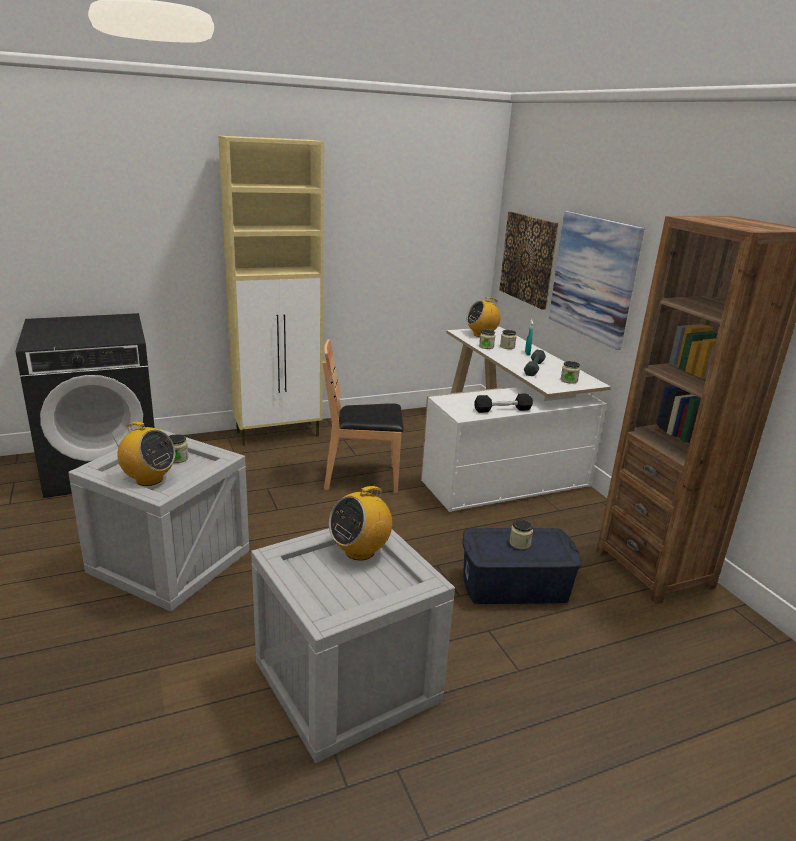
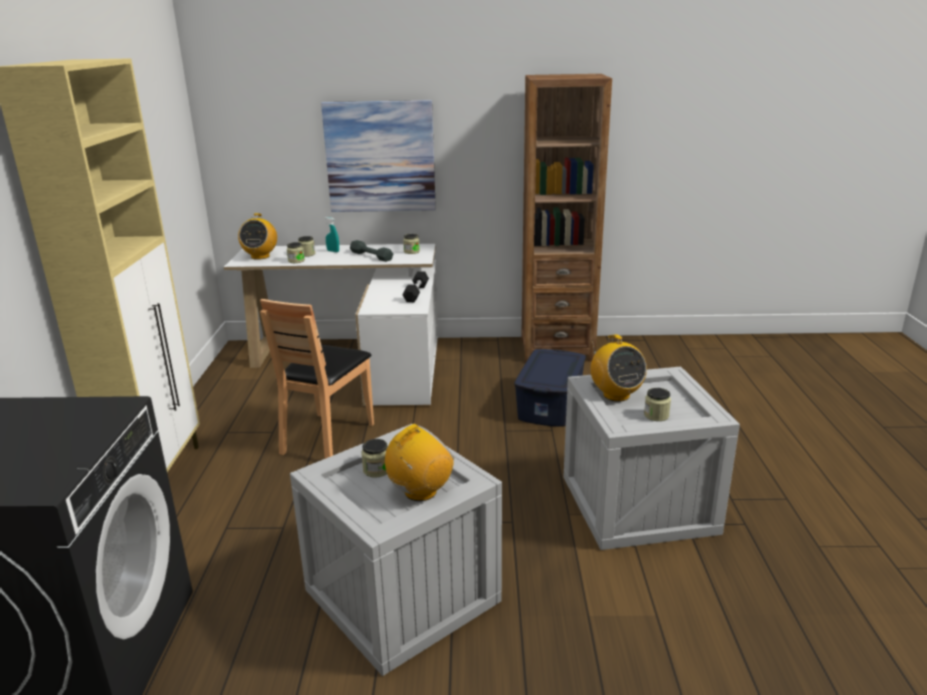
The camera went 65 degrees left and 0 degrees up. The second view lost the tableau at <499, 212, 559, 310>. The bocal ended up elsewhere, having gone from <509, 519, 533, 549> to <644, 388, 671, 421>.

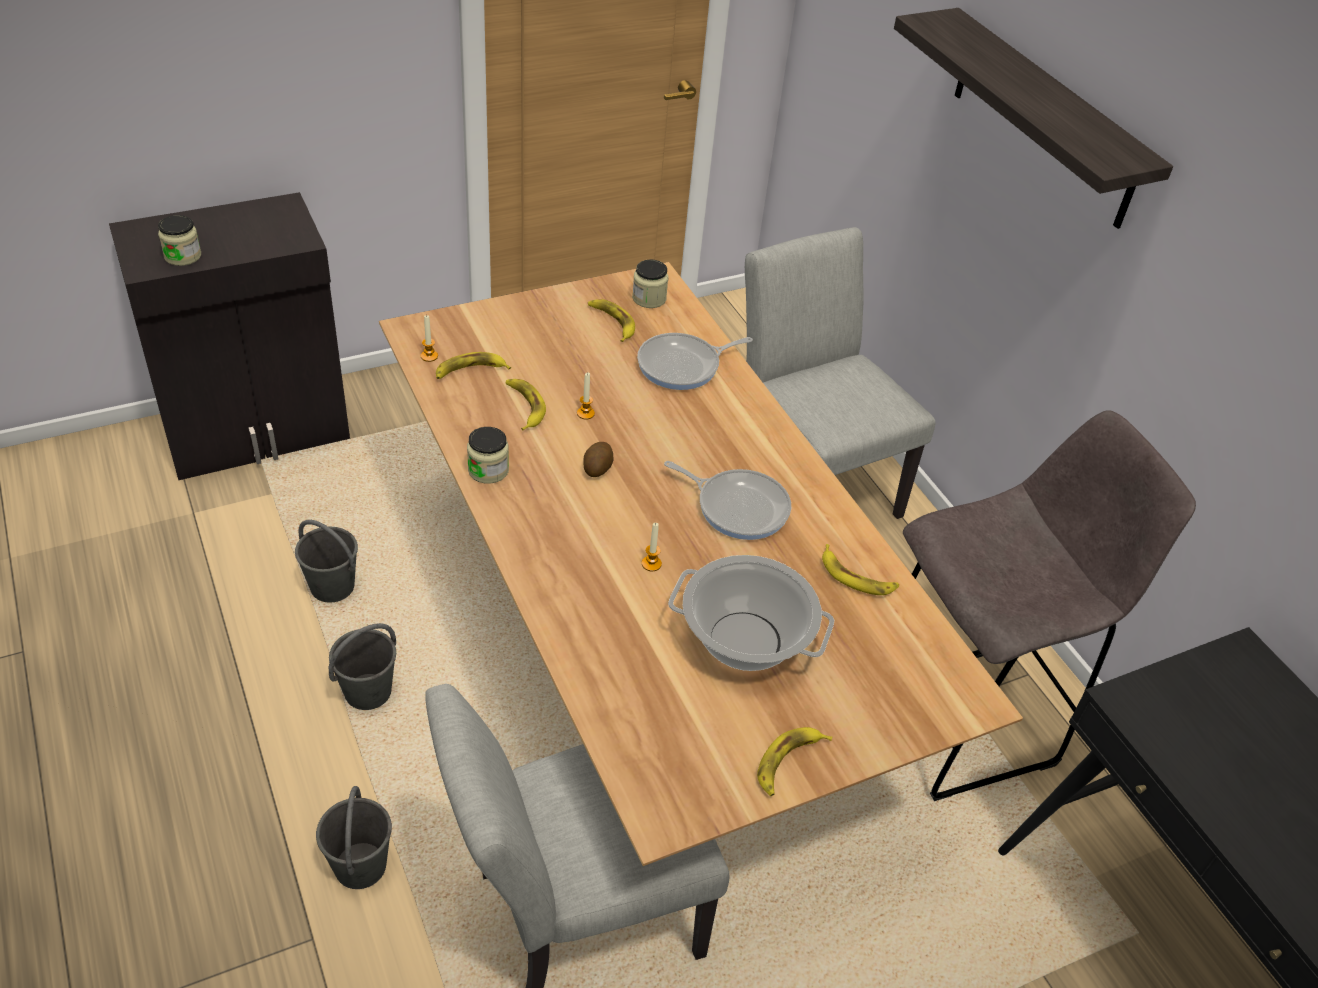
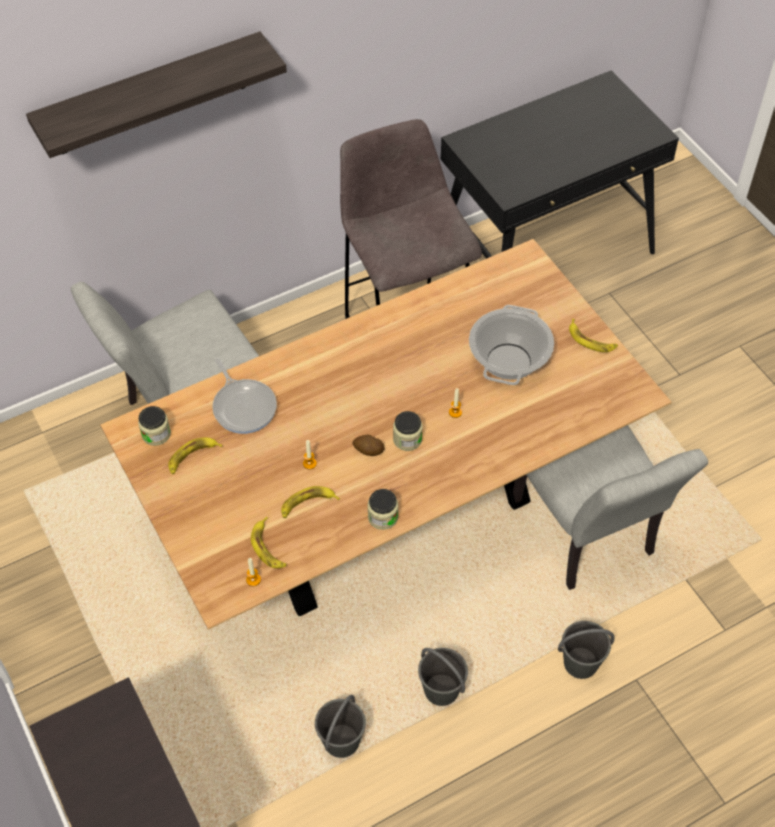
The camera went 90 degrees left and 10 degrees up. The bocal ended up elsewhere, having gone from <158, 215, 201, 266> to <393, 411, 423, 451>. The second view lost the poêle at <664, 461, 791, 540>. The second view lost the banane at <822, 544, 899, 595>.

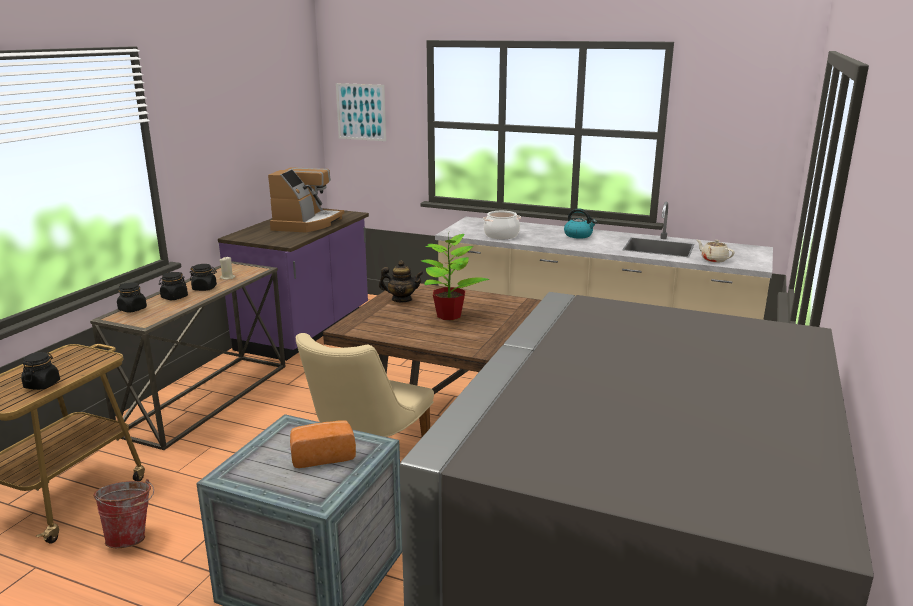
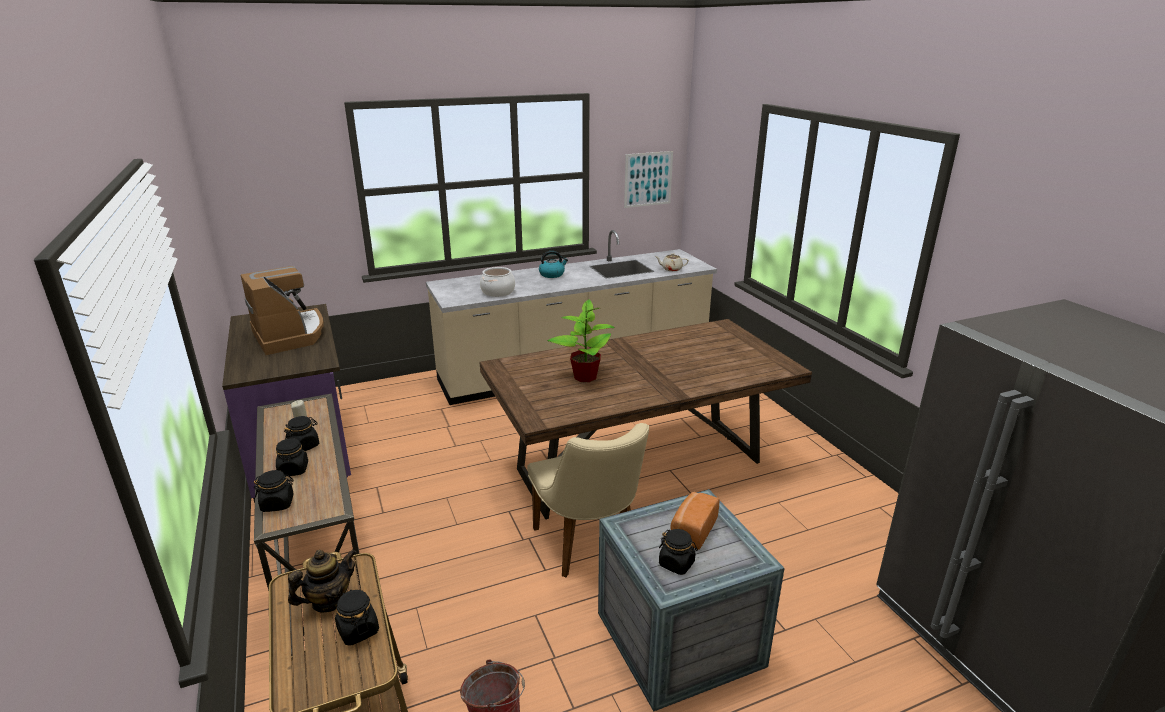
The camera went 45 degrees left and 5 degrees up. The tableau ended up elsewhere, having gone from <336, 83, 386, 141> to <624, 151, 673, 208>. The théière ended up elsewhere, having gone from <379, 260, 424, 302> to <288, 549, 357, 612>. The second view gained the bocal (noir) at <659, 529, 698, 575>.

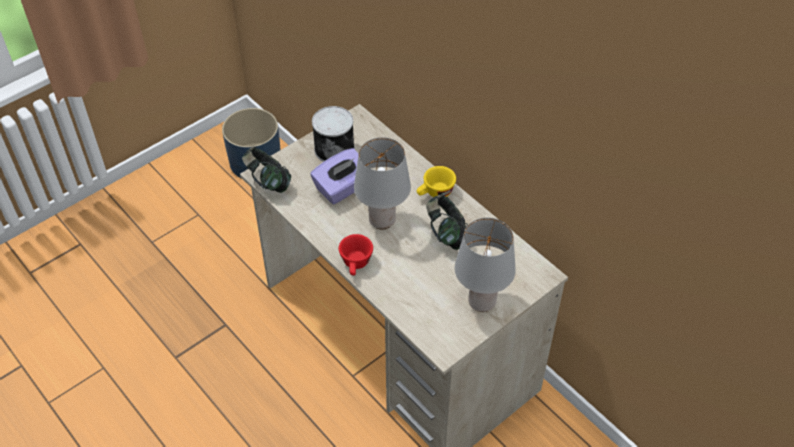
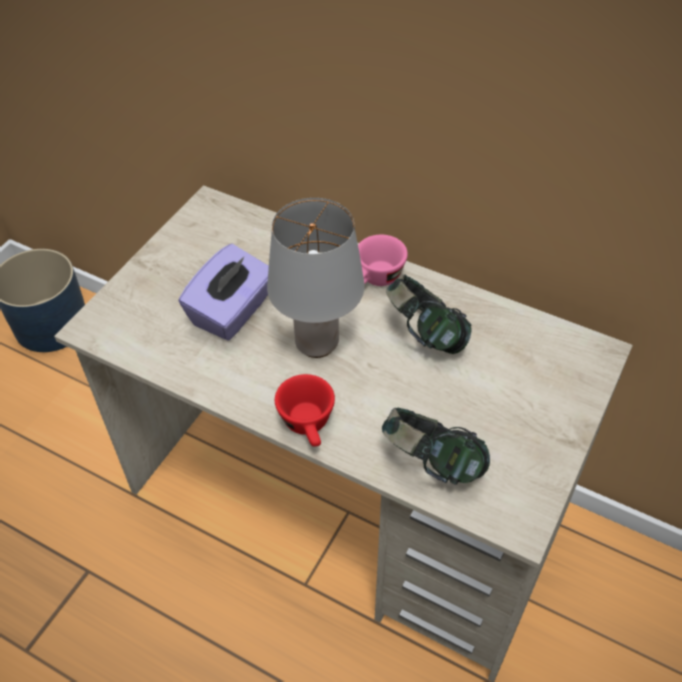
The camera went 20 degrees left and 0 degrees up. The casque audio ended up elsewhere, having gone from <242, 147, 292, 193> to <382, 408, 490, 485>. The second view lost the boîte métallique at <312, 106, 355, 162>. What was the tasse (jaune) at <417, 166, 456, 197> turned into the tasse (rose) at <358, 235, 408, 286>. The second view lost the lampe de table (gris) at <455, 218, 516, 312>.

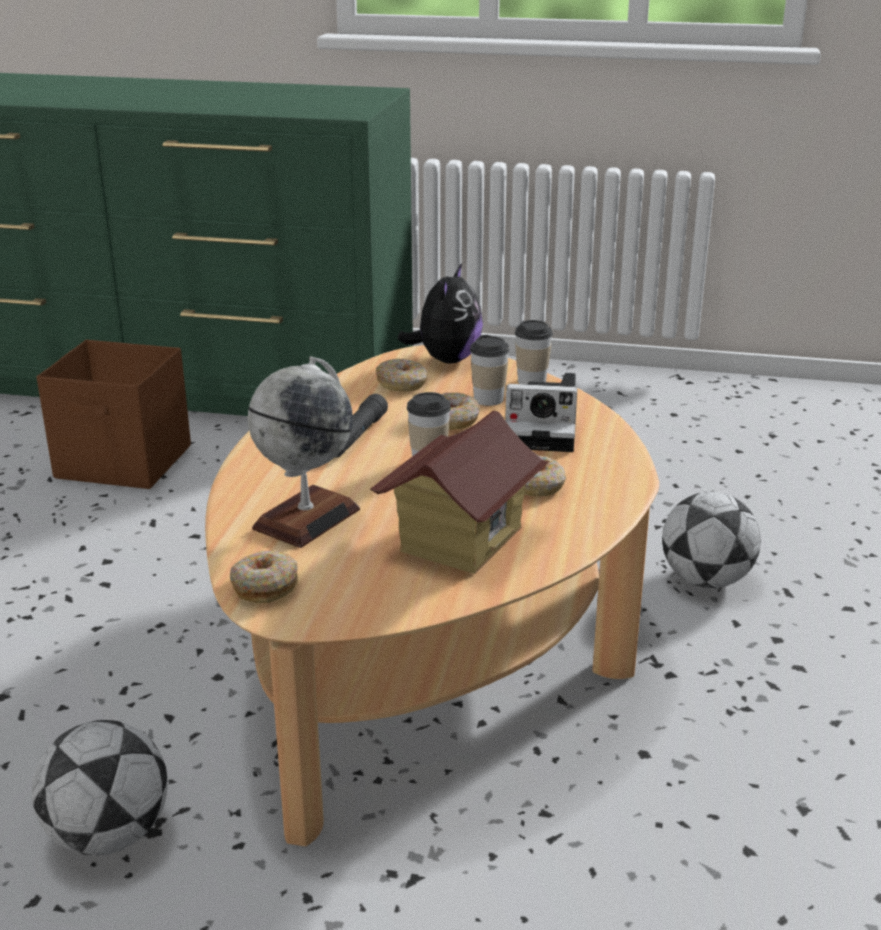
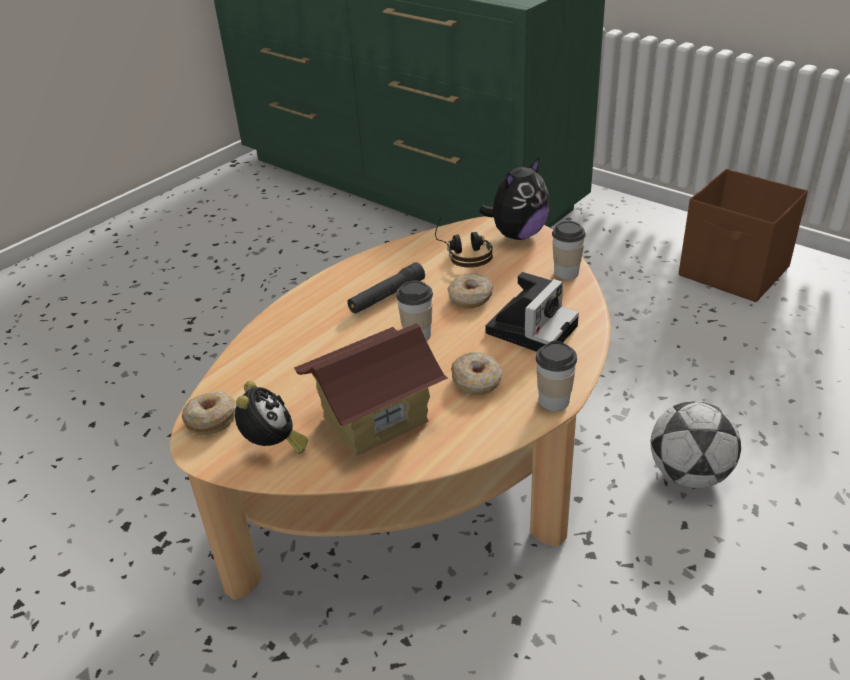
The camera went 30 degrees right and 10 degrees up. The second view lost the ballon de foot at <32, 720, 168, 855>. The boîte de rangement (marron) ended up elsewhere, having gone from <36, 340, 191, 489> to <679, 169, 808, 302>. The second view lost the globe at <248, 356, 360, 548>. Where the beignet stood at <376, 359, 428, 391>, the casque audio came to stand at <435, 218, 493, 268>. The tasse ended up elsewhere, having gone from <470, 335, 509, 406> to <536, 341, 577, 411>. The appareil photo at <505, 373, 577, 452> ended up facing another way, 90 degrees counterclockwise from before. The second view gained the réveil at <235, 381, 308, 454>.

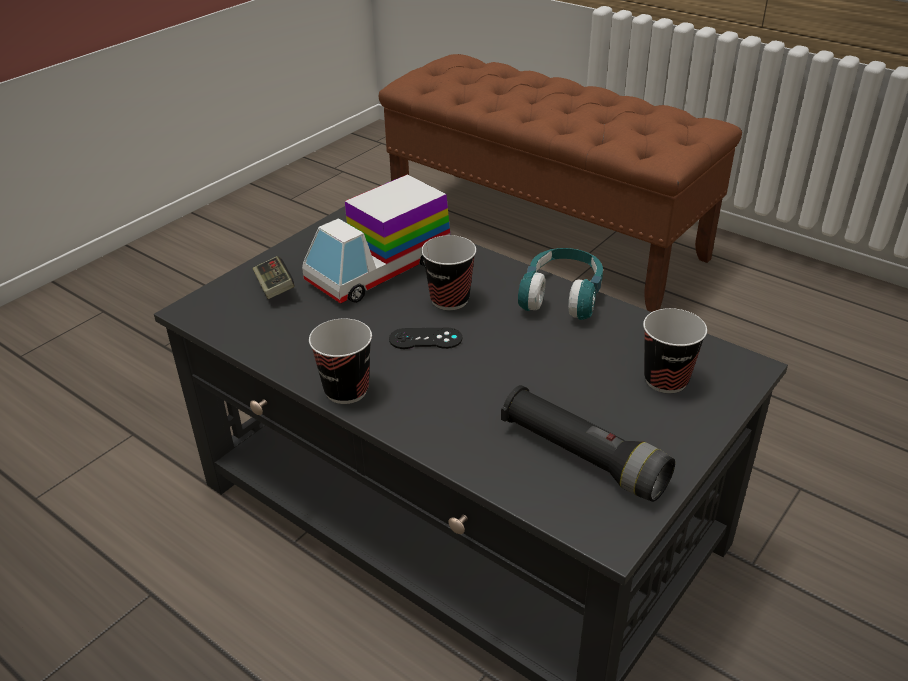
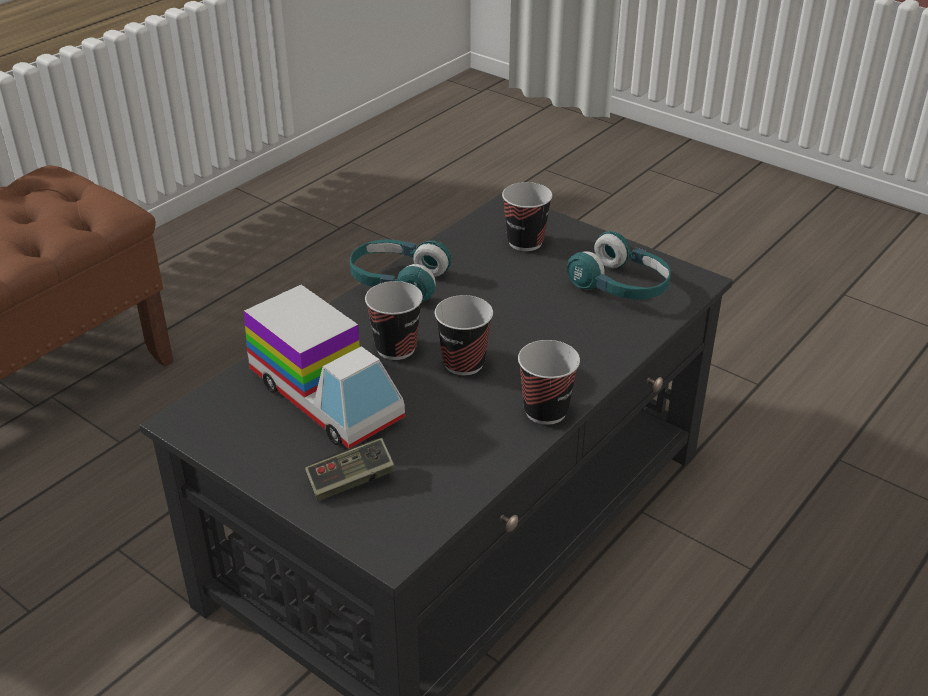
The camera went 90 degrees left and 0 degrees up. Where the manette (noir) stood at <389, 328, 462, 349>, the tasse came to stand at <435, 295, 493, 376>. Where the lampe de poche (noir) stood at <501, 385, 675, 502>, the casque audio (turquoise) came to stand at <567, 231, 671, 300>.

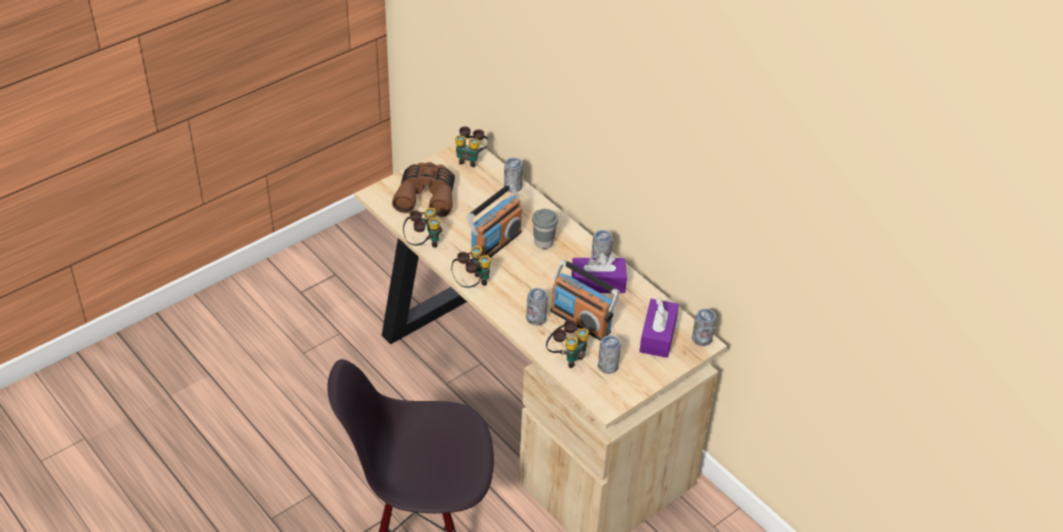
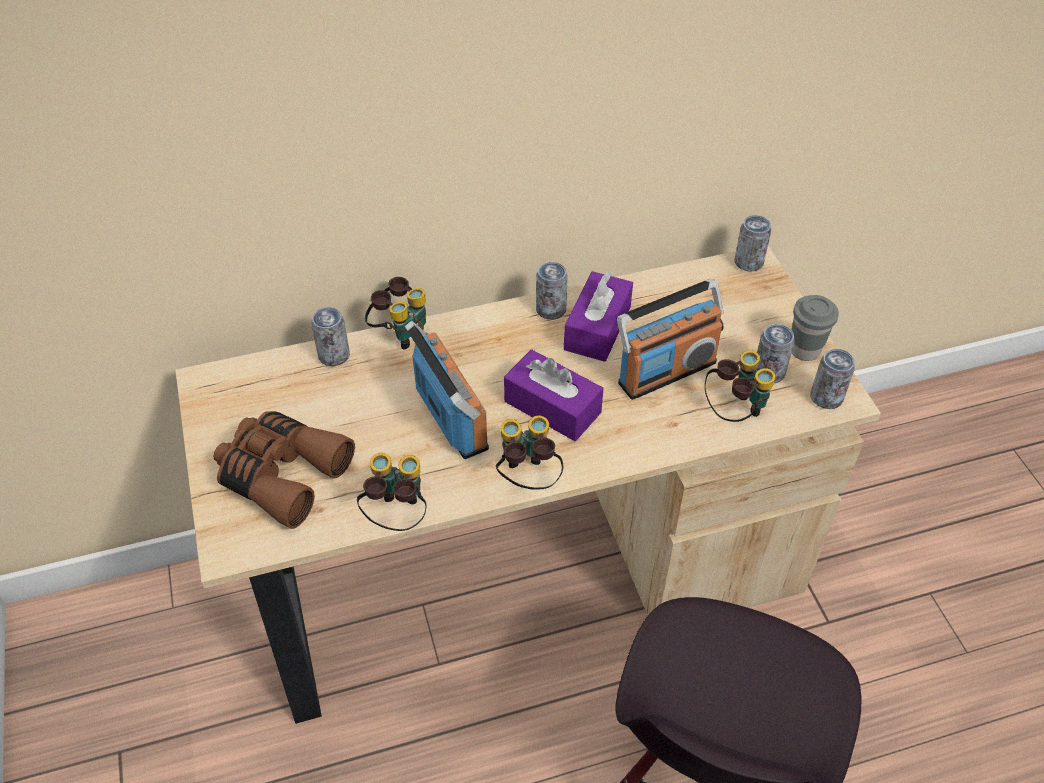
The camera went 65 degrees left and 5 degrees up. The jumelles ended up elsewhere, having gone from <455, 127, 489, 167> to <365, 277, 426, 350>. The boîte métallique ended up elsewhere, having gone from <526, 288, 548, 325> to <810, 349, 855, 409>. The tasse (gris) ended up elsewhere, having gone from <532, 209, 558, 249> to <792, 295, 839, 361>. The boîte à mouchoirs (violet) ended up elsewhere, having gone from <639, 299, 679, 358> to <504, 349, 603, 441>.

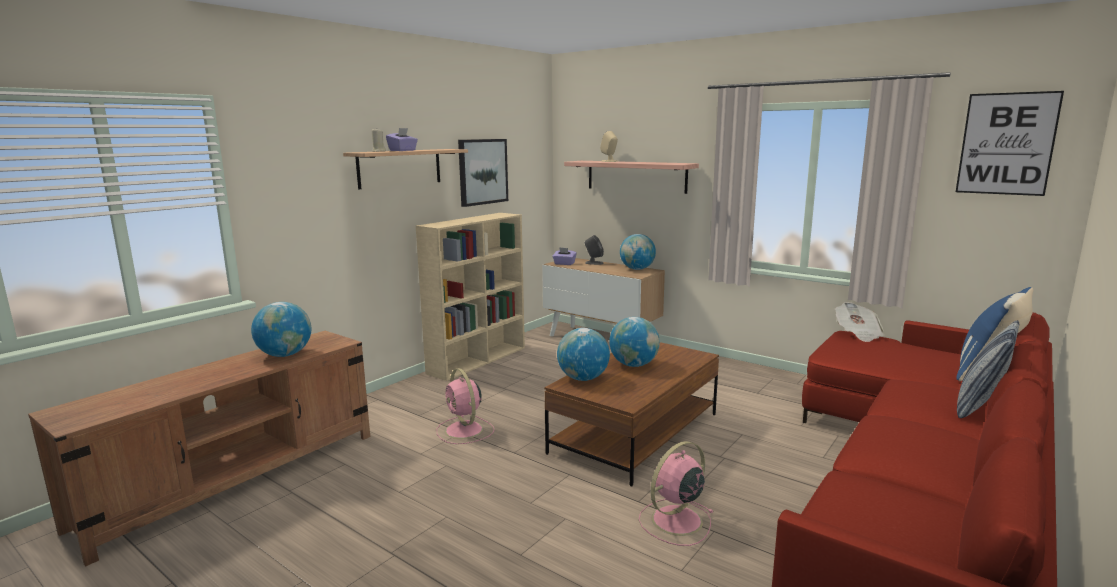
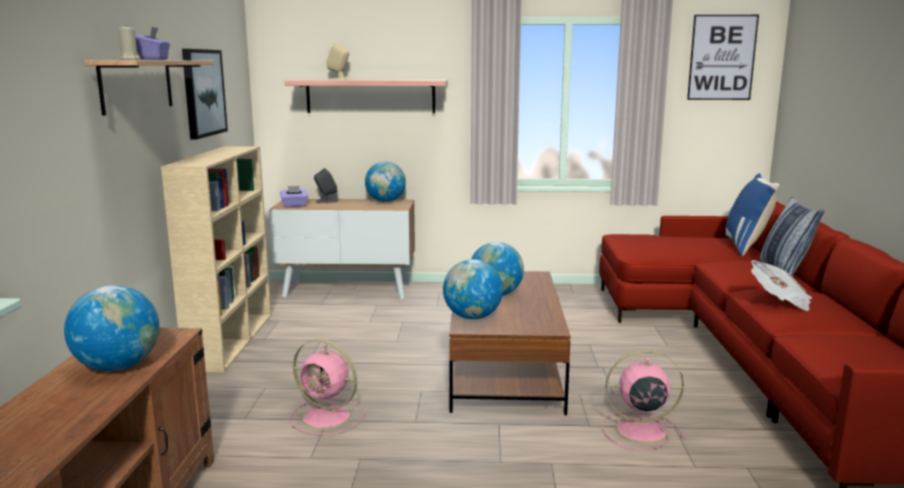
The camera went 35 degrees left and 0 degrees up. The ventilateur (rose) at <639, 441, 714, 546> ended up facing another way, 75 degrees clockwise from before. The journal ended up elsewhere, having gone from <835, 302, 885, 342> to <751, 260, 812, 311>.

